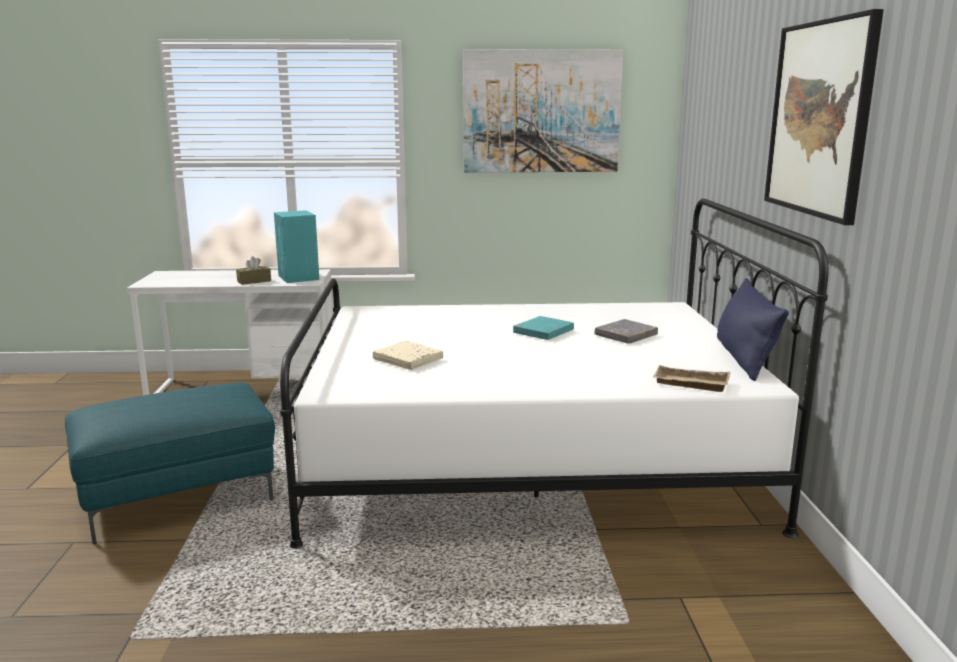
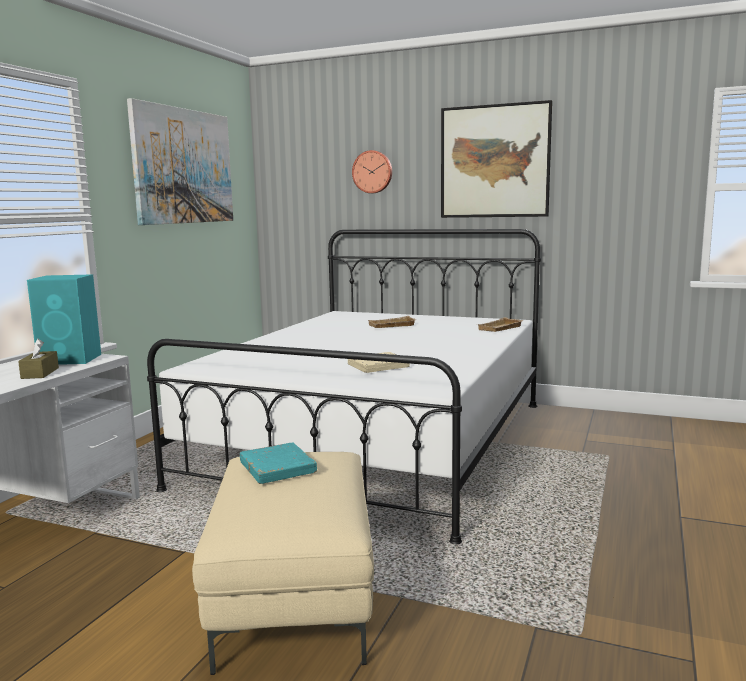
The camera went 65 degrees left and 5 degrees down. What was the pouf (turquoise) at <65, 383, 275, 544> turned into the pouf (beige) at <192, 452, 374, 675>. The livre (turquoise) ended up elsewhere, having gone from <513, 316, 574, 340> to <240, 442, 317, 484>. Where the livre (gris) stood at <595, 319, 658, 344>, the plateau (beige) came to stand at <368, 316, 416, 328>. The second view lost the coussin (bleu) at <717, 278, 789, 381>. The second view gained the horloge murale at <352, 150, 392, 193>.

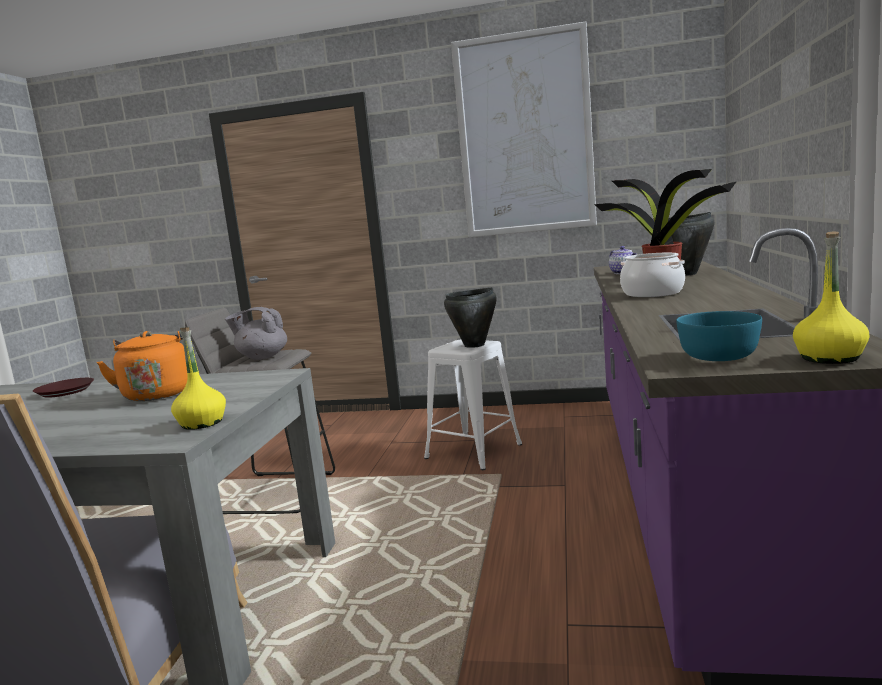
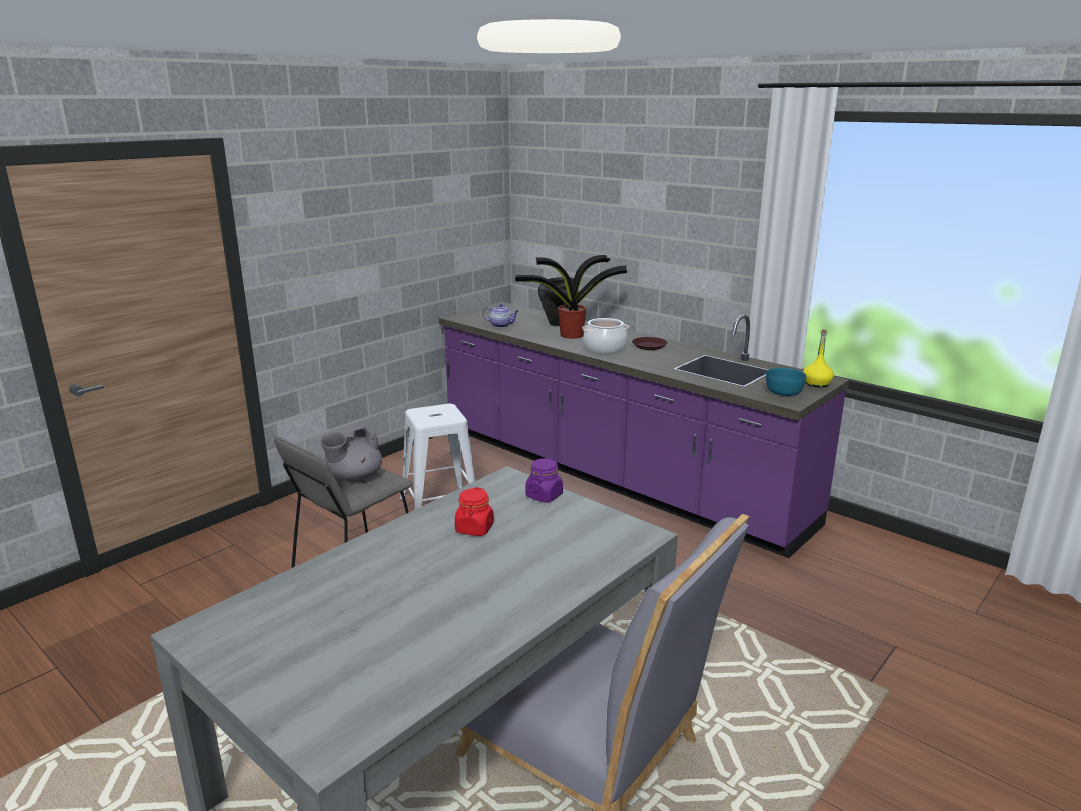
The camera went 60 degrees left and 10 degrees up. The assiette (marron) ended up elsewhere, having gone from <33, 378, 94, 398> to <632, 337, 667, 350>. Where the bouilloire (orange) stood at <96, 331, 187, 401>, the bocal (rouge) came to stand at <455, 487, 494, 536>. The second view lost the bouteille (jaune) at <171, 327, 226, 430>. The second view lost the marmite (noir) at <444, 288, 497, 348>. The second view lost the tableau at <451, 21, 597, 237>. The second view gained the bocal (violet) at <525, 458, 563, 503>.

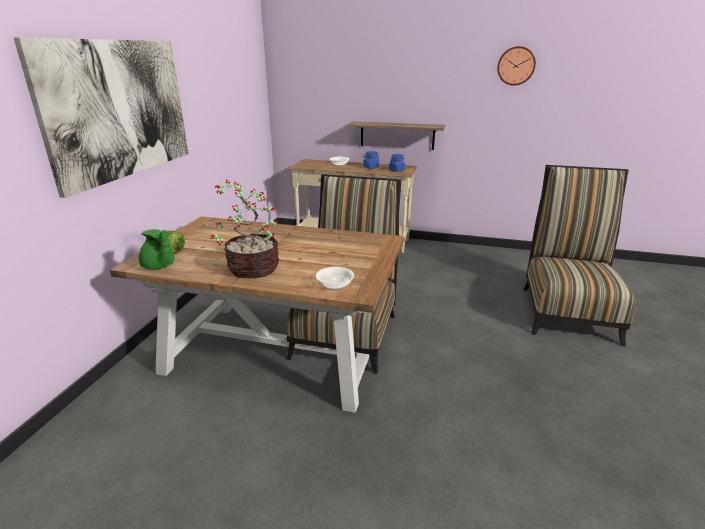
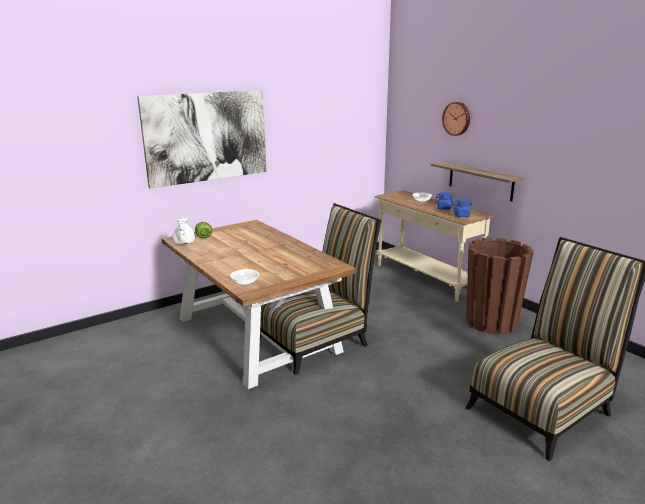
The camera went 40 degrees right and 5 degrees down. What was the théière (vert) at <139, 229, 174, 269> turned into the théière (blanc) at <172, 218, 195, 244>. The second view lost the plante en pot at <210, 179, 279, 279>. The horloge murale ended up elsewhere, having gone from <497, 46, 536, 86> to <442, 102, 470, 136>. The second view gained the cache-pot (marron) at <466, 238, 533, 334>.

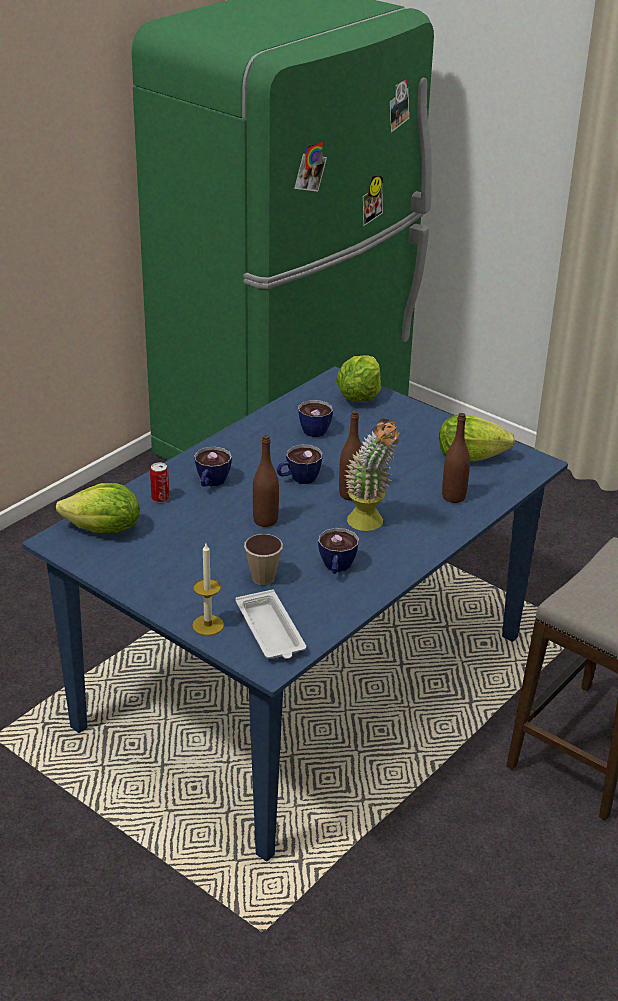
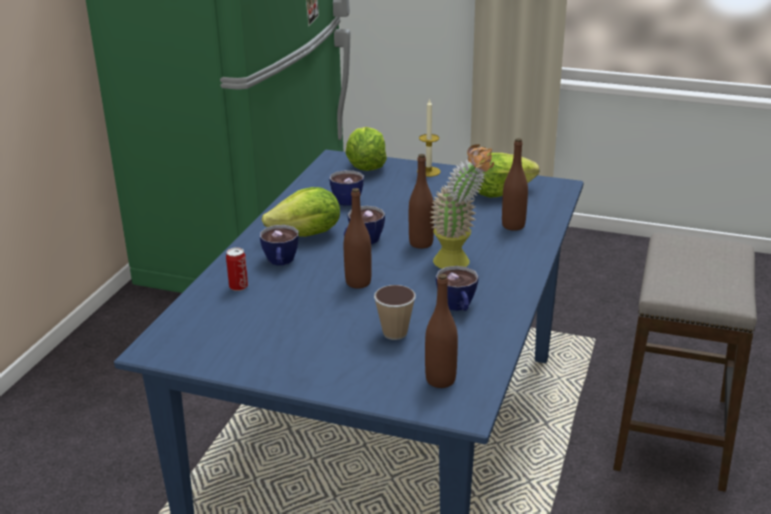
The camera went 20 degrees left and 5 degrees down. The laitue ended up elsewhere, having gone from <56, 483, 140, 533> to <262, 187, 340, 237>. The bougie ended up elsewhere, having gone from <192, 544, 224, 636> to <417, 98, 441, 177>. Where the plateau (blanc) stood at <235, 590, 306, 659>, the bouteille (marron) came to stand at <425, 274, 458, 388>.

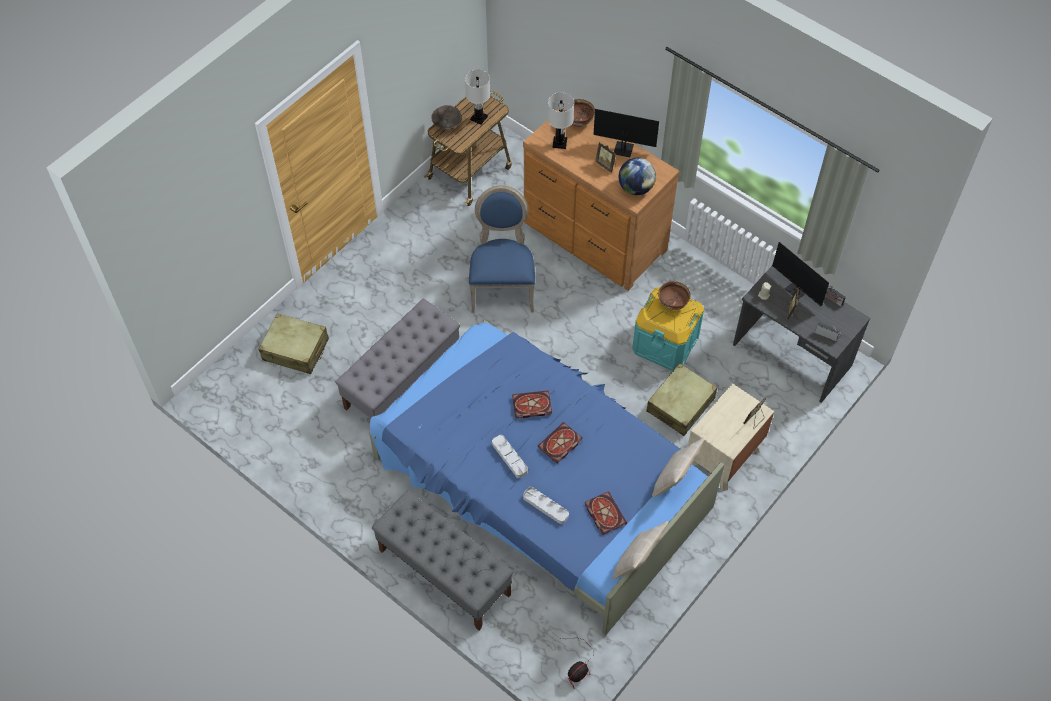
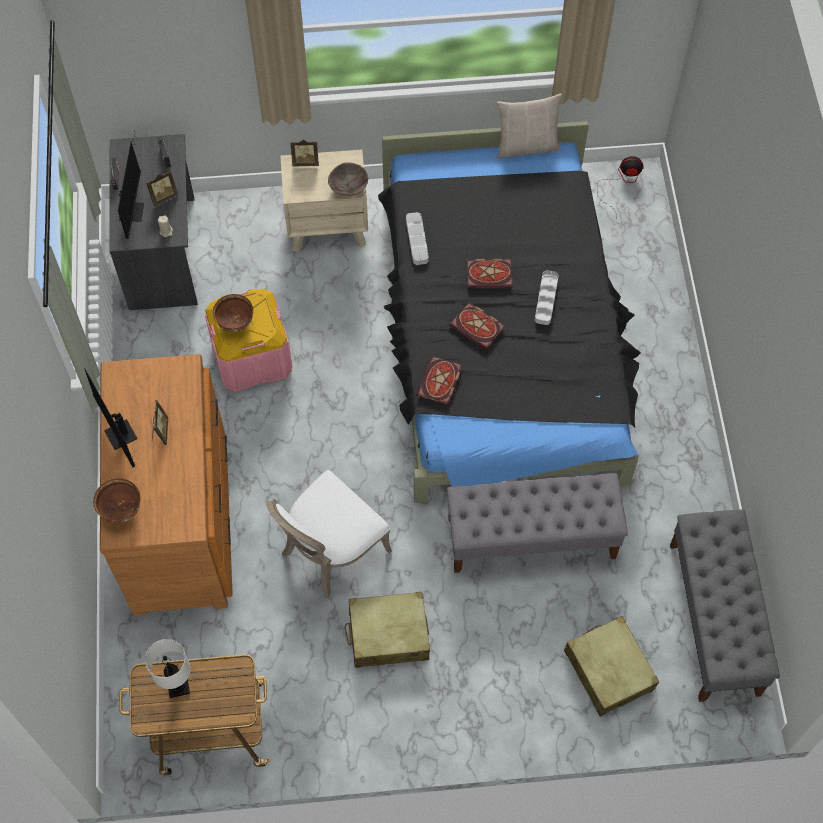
The camera went 135 degrees left and 5 degrees up. What was the lit (bleu) at <369, 320, 724, 635> turned into the lit (noir) at <378, 121, 641, 503>. The banc (gris) ended up elsewhere, having gone from <372, 490, 514, 630> to <670, 509, 780, 702>. The bol (marron) ended up elsewhere, having gone from <431, 105, 462, 130> to <328, 162, 368, 196>. What was the chaise (bleu) at <469, 185, 535, 313> turned into the chaise (blanc) at <266, 470, 392, 598>. The plateau (gris) ended up elsewhere, having gone from <523, 487, 569, 524> to <406, 212, 429, 265>. The second view lost the lampe de table (blanc) at <548, 92, 574, 149>. The livre ended up elsewhere, having gone from <585, 491, 627, 535> to <416, 356, 462, 405>. The second view lost the globe at <619, 158, 656, 195>. What was the boîte de rangement (turquoise) at <632, 287, 704, 371> turned into the boîte de rangement (rose) at <205, 289, 293, 392>. The valise (beige) ended up elsewhere, having gone from <646, 363, 717, 436> to <345, 592, 430, 668>. The second view lost the coussin (beige) at <652, 437, 705, 497>.

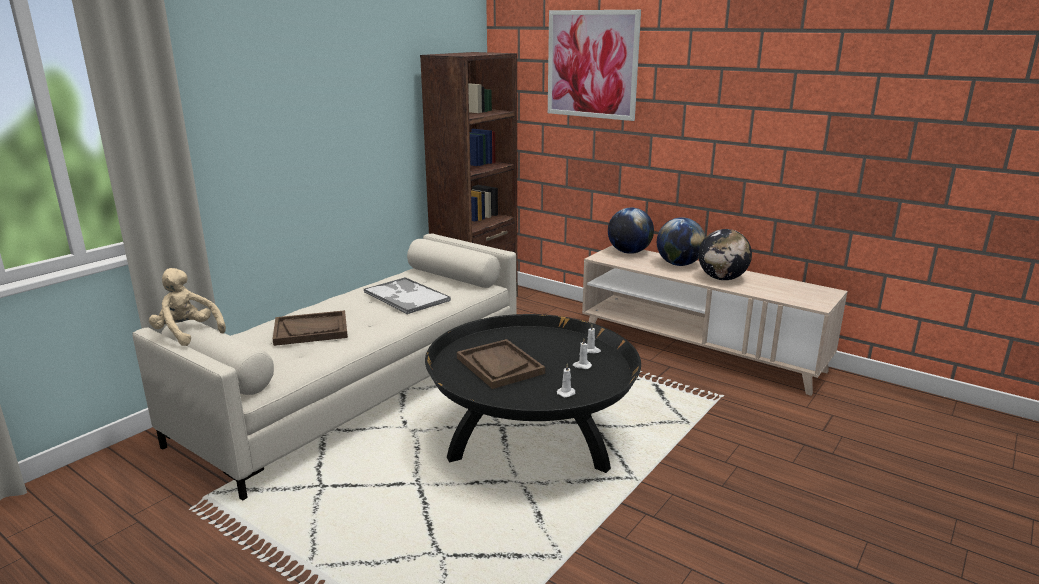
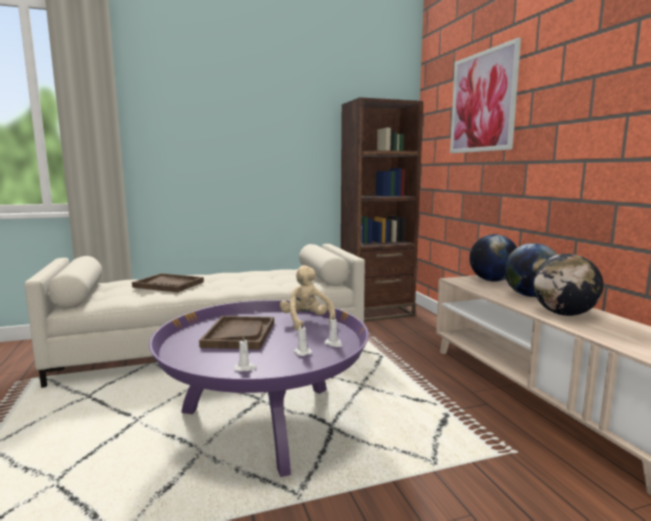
The camera went 35 degrees right and 10 degrees down. The peluche (beige) ended up elsewhere, having gone from <149, 268, 226, 346> to <280, 265, 335, 331>. The second view lost the plateau at <363, 277, 451, 314>. What was the table basse (noir) at <425, 314, 641, 473> turned into the table basse (violet) at <149, 300, 369, 477>.

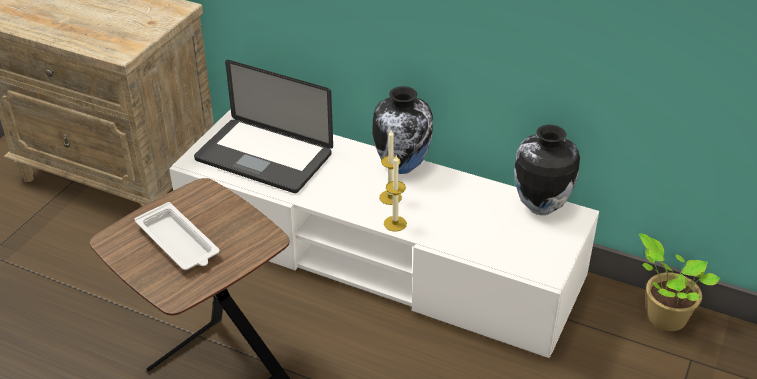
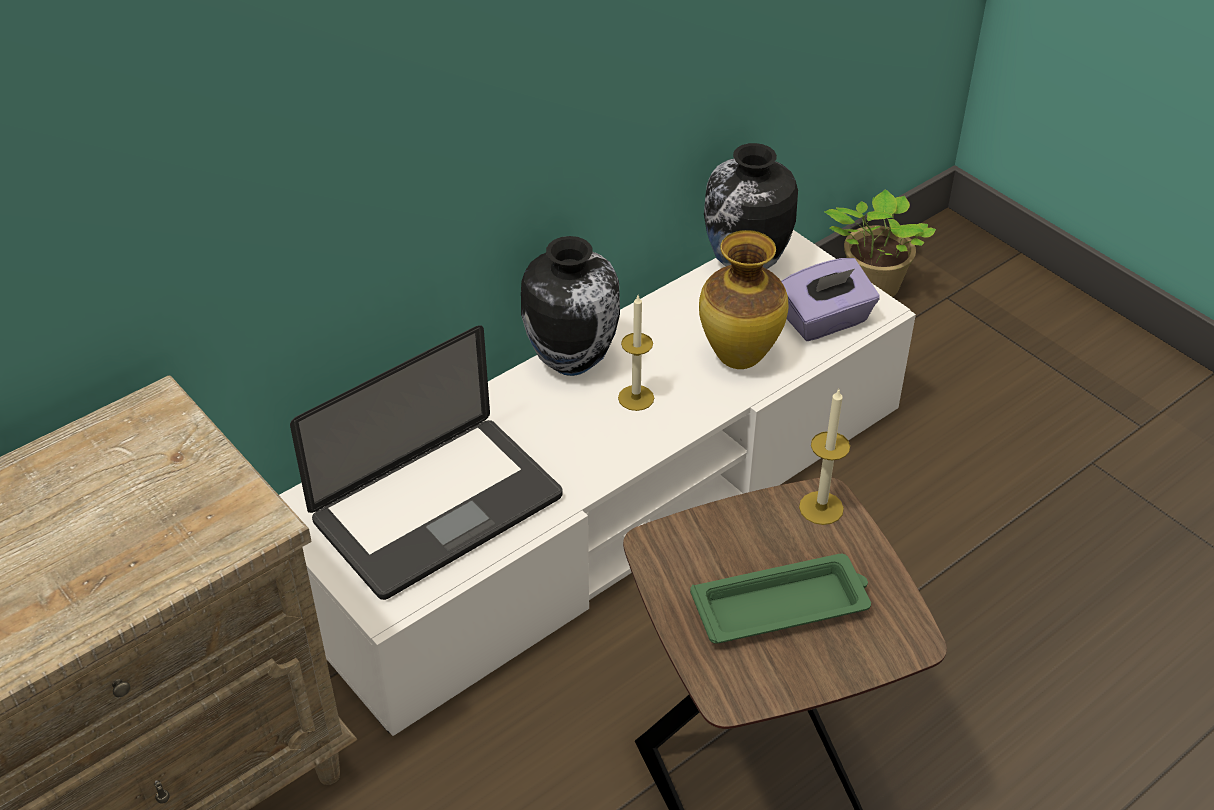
The camera went 65 degrees left and 5 degrees up. What was the plateau (blanc) at <135, 202, 220, 270> turned into the plateau (vert) at <690, 554, 871, 644>. The bougie ended up elsewhere, having gone from <384, 156, 407, 232> to <799, 389, 850, 525>. The second view gained the vase at <699, 230, 789, 369>. The second view gained the boîte à mouchoirs (violet) at <781, 258, 880, 341>.

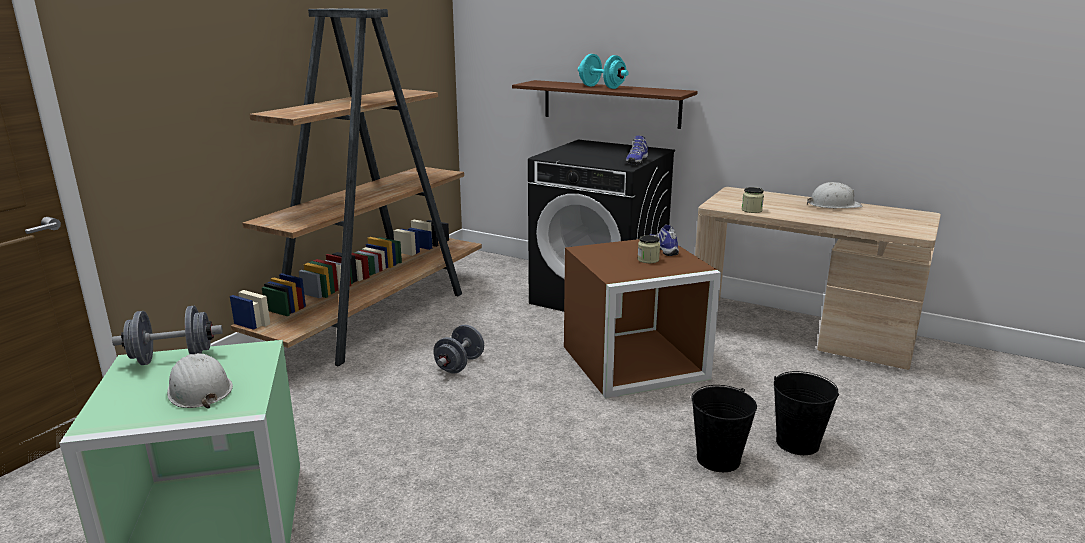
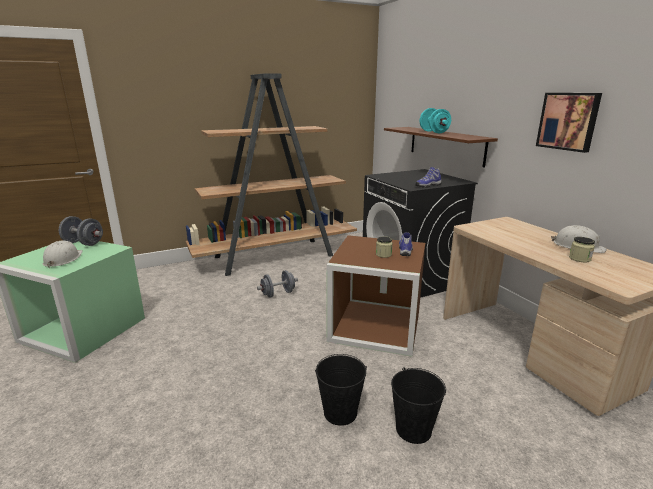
The camera went 35 degrees right and 0 degrees up. The bocal ended up elsewhere, having gone from <742, 187, 764, 213> to <569, 237, 595, 262>. The second view gained the tableau at <536, 93, 602, 153>.

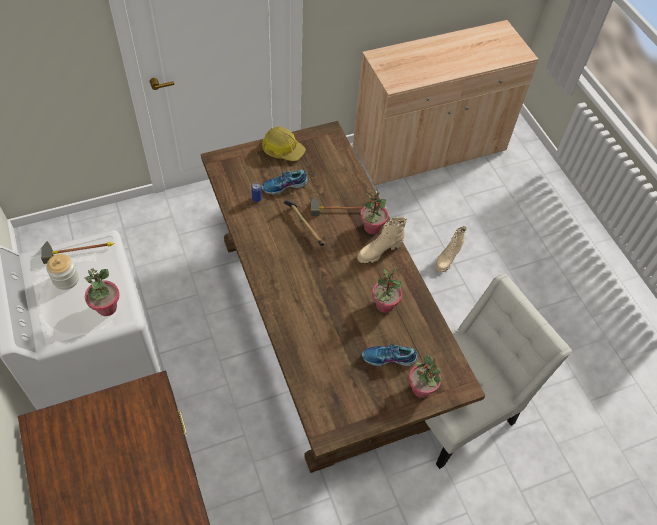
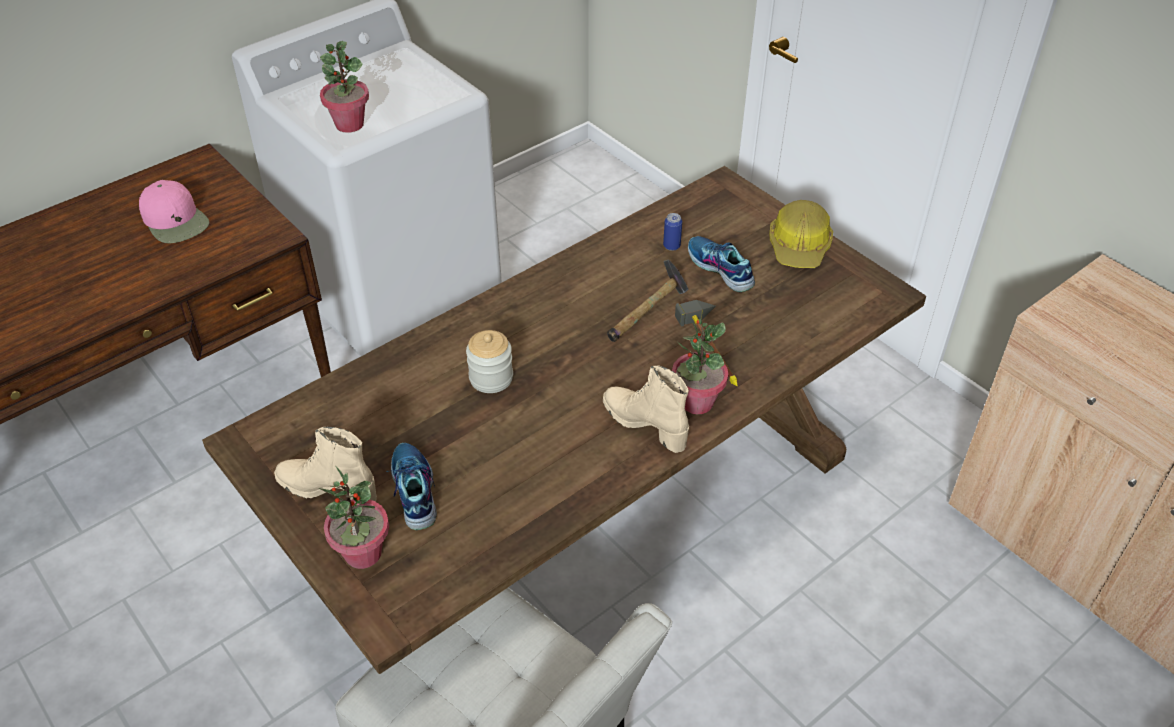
The camera went 75 degrees right and 10 degrees down. The second view lost the marteau at <41, 241, 115, 264>. The bocal ended up elsewhere, having gone from <46, 254, 79, 290> to <466, 330, 513, 393>. The second view lost the plante en pot at <372, 267, 402, 313>. The botte (beige) ended up elsewhere, having gone from <435, 226, 467, 273> to <274, 427, 377, 502>. The second view gained the casquette (rose) at <139, 180, 209, 243>.

